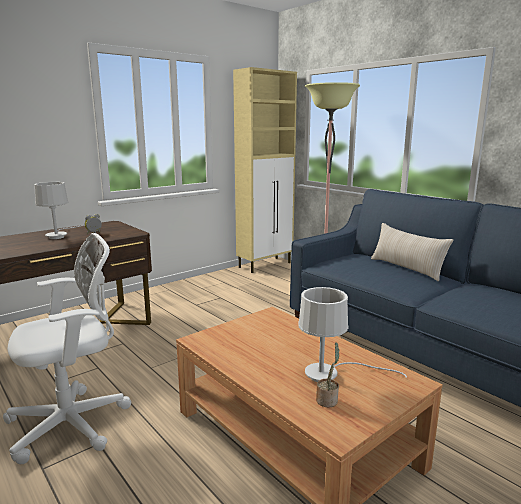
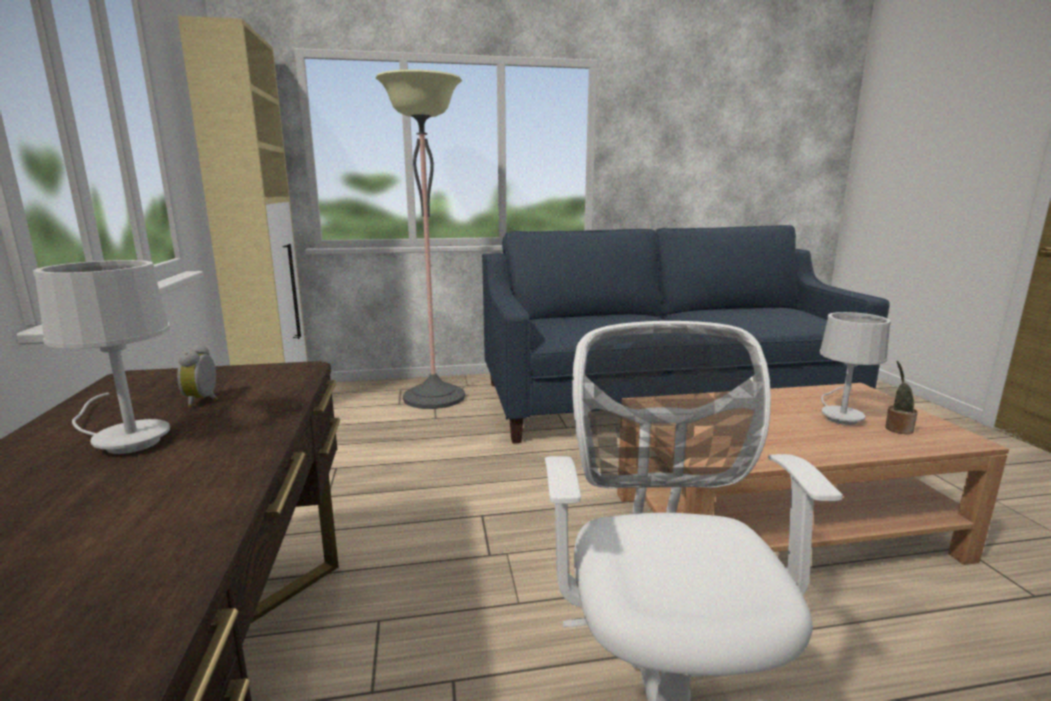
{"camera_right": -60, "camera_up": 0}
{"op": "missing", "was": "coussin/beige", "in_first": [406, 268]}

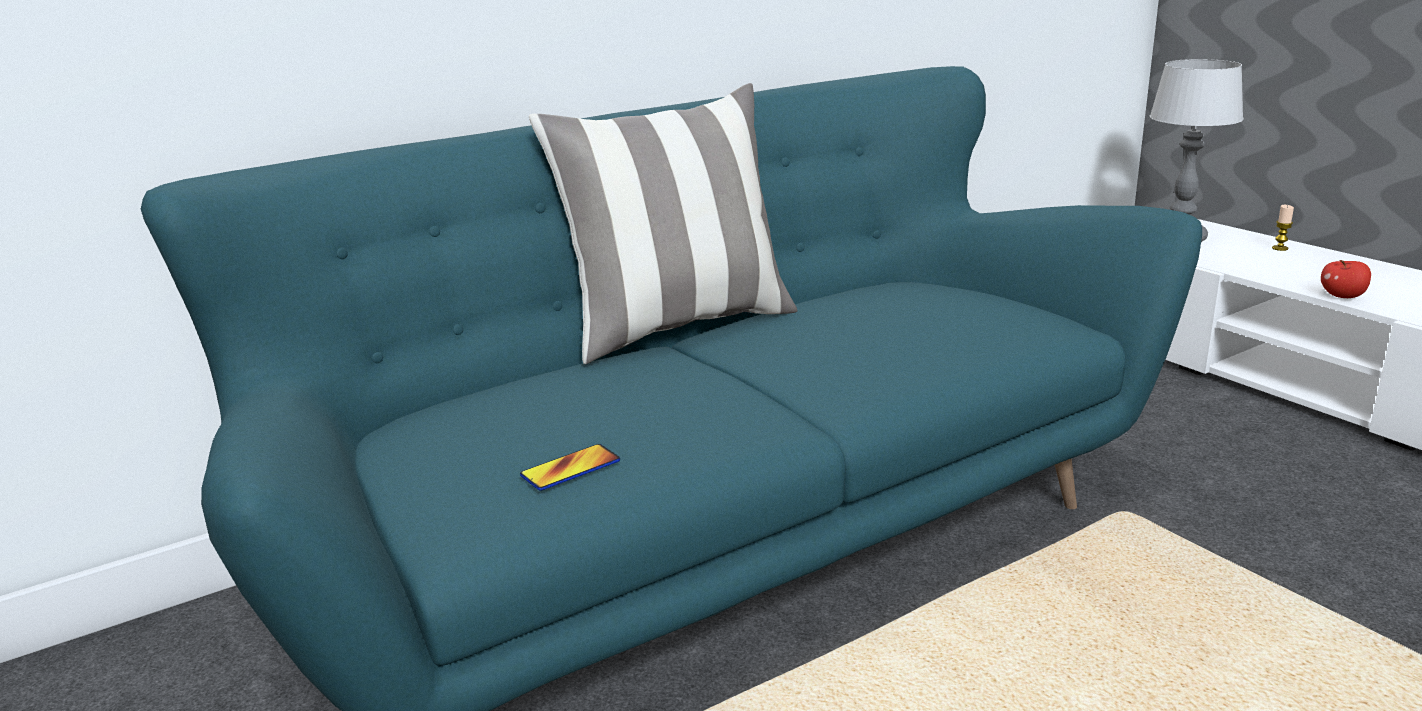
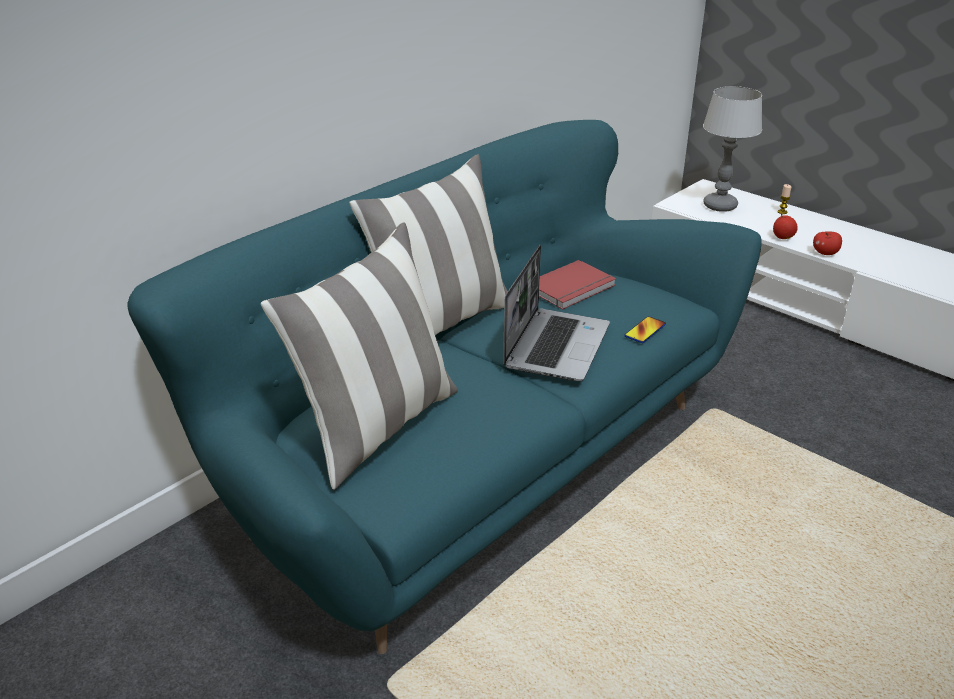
{"camera_right": -15, "camera_up": 10}
{"op": "relocated", "was": "téléphone", "in_first": [570, 469], "in_second": [645, 330]}
{"op": "appeared", "now": "pomme", "in_second": [782, 237]}
{"op": "appeared", "now": "coussin", "in_second": [376, 426]}
{"op": "appeared", "now": "ordinateur portable", "in_second": [556, 345]}
{"op": "appeared", "now": "livre/rouge", "in_second": [572, 288]}

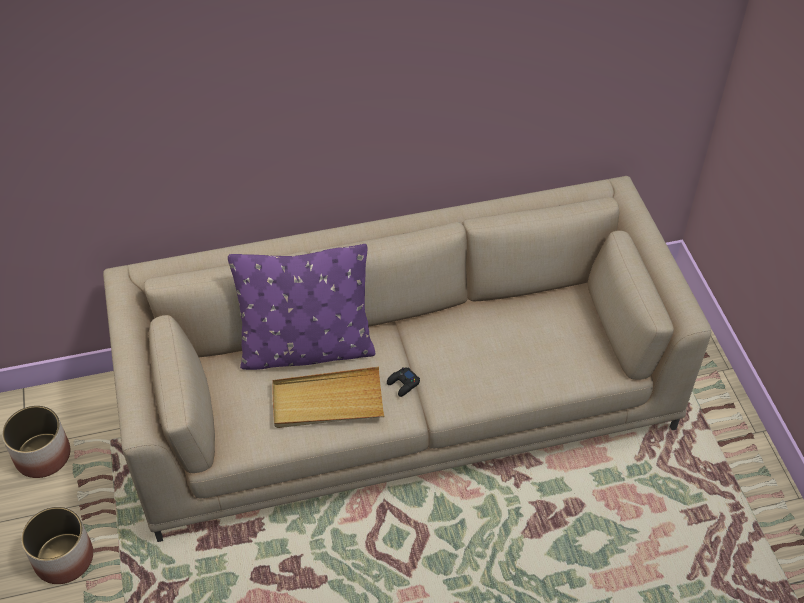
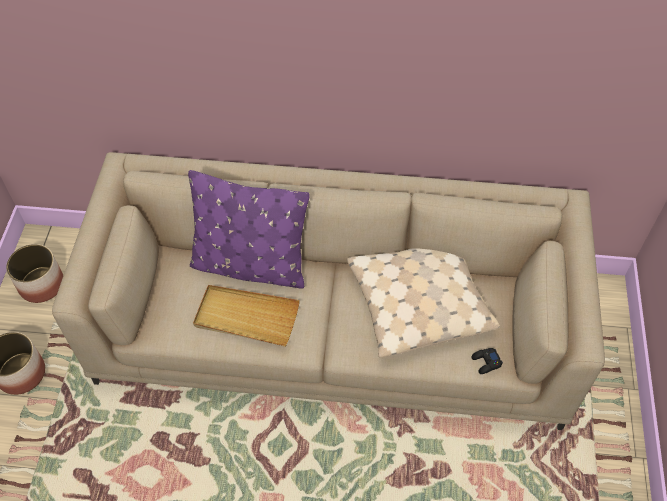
{"camera_right": 20, "camera_up": 5}
{"op": "relocated", "was": "manette/noir", "in_first": [403, 384], "in_second": [486, 362]}
{"op": "appeared", "now": "coussin/beige", "in_second": [418, 303]}

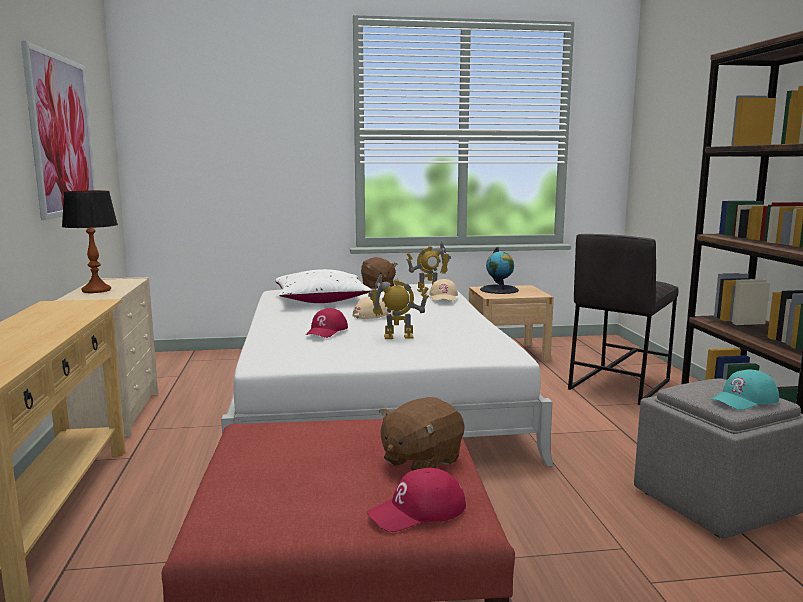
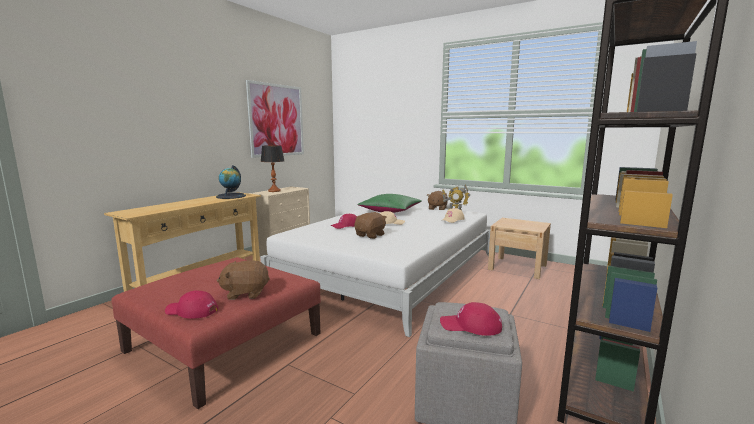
{"camera_right": 40, "camera_up": 0}
{"op": "missing", "was": "tabouret/gris", "in_first": [618, 385]}
{"op": "relocated", "was": "globe", "in_first": [499, 290], "in_second": [231, 196]}
{"op": "colour", "was": "coussin/blanc", "now": "coussin/vert", "in_first": [321, 300], "in_second": [390, 211]}
{"op": "exchanged", "was": "robot jouet", "now": "peluche/marron", "in_first": [398, 337], "in_second": [370, 235]}
{"op": "colour", "was": "casquette/turquoise", "now": "casquette/rouge", "in_first": [744, 400], "in_second": [470, 326]}

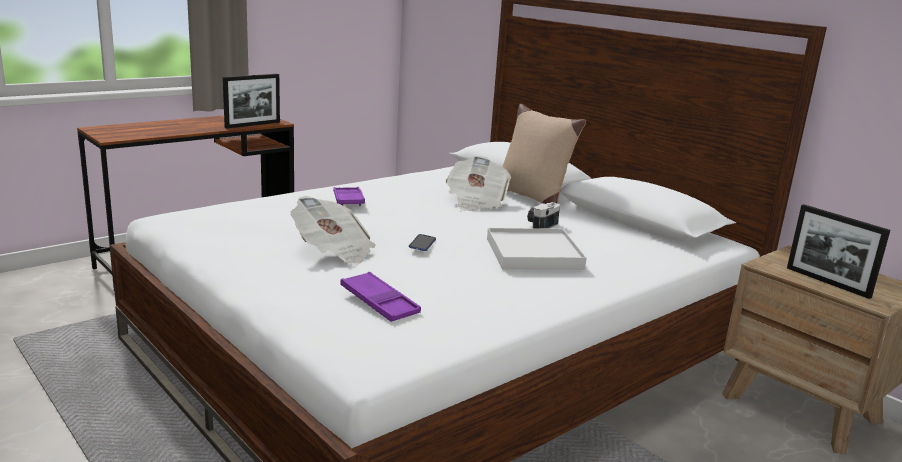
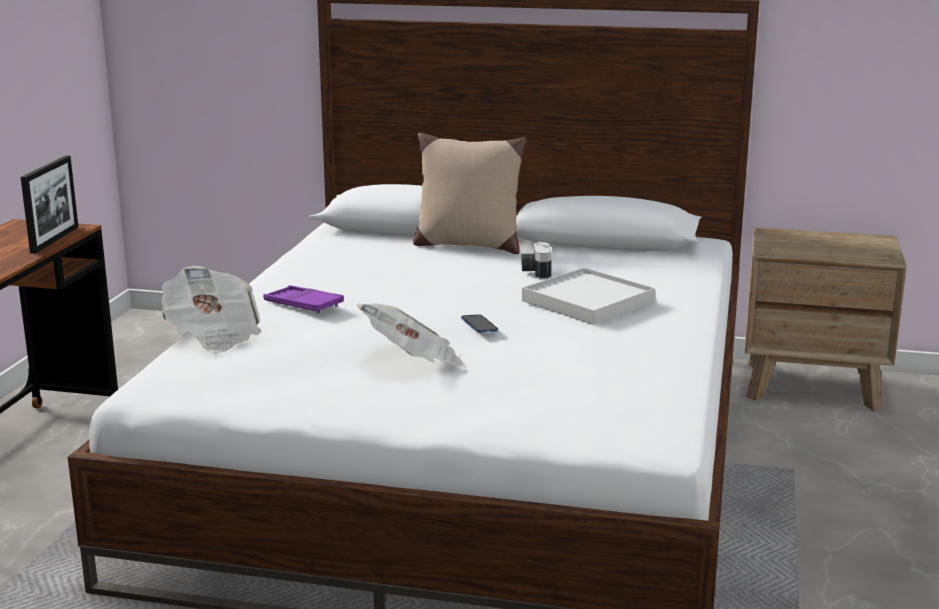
{"camera_right": -35, "camera_up": 0}
{"op": "relocated", "was": "journal", "in_first": [476, 201], "in_second": [213, 335]}
{"op": "missing", "was": "cadre photo", "in_first": [827, 282]}
{"op": "missing", "was": "plateau/violet", "in_first": [379, 302]}

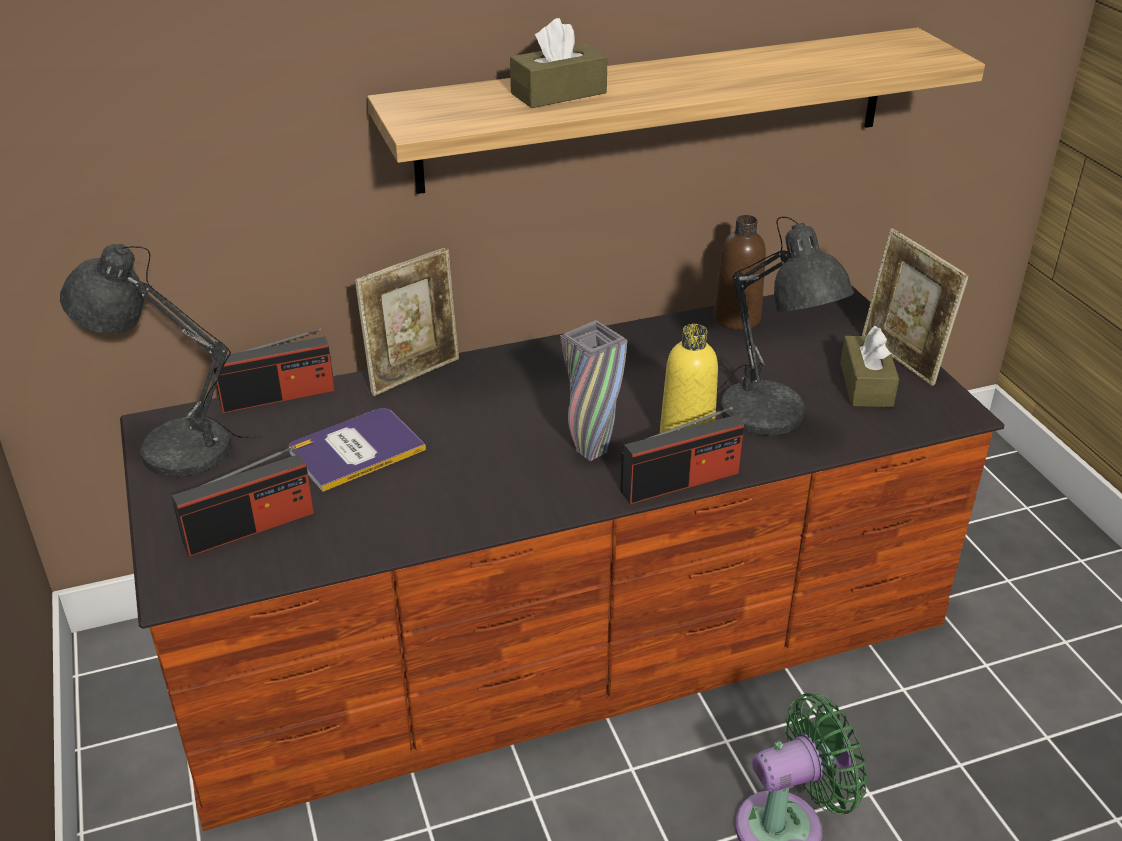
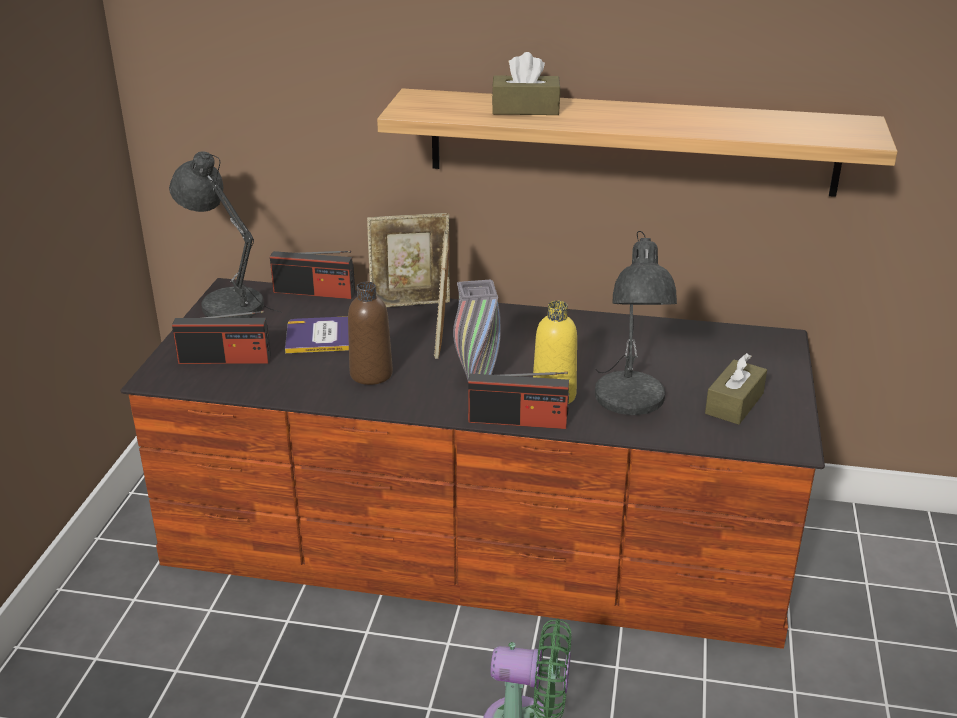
{"camera_right": 30, "camera_up": -5}
{"op": "relocated", "was": "bouteille/marron", "in_first": [736, 318], "in_second": [371, 374]}
{"op": "relocated", "was": "cadre photo", "in_first": [901, 359], "in_second": [442, 337]}

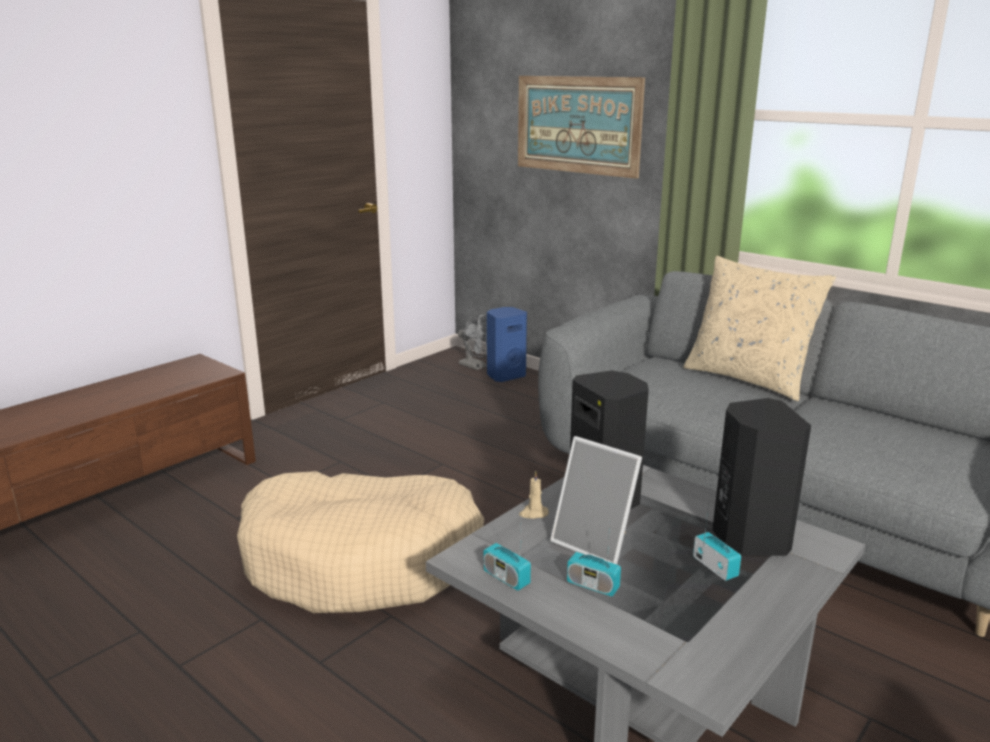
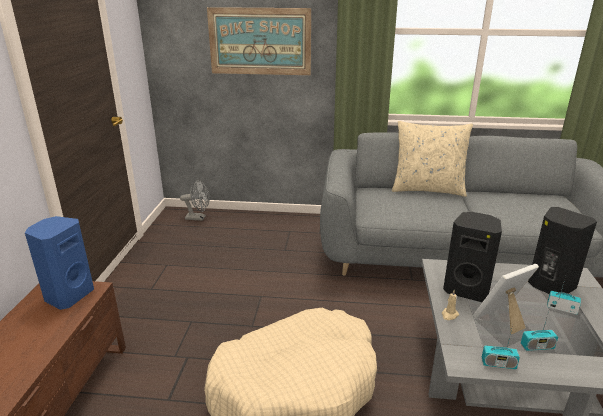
{"camera_right": -35, "camera_up": 5}
{"op": "relocated", "was": "enceinte/bleu", "in_first": [505, 376], "in_second": [68, 295]}
{"op": "spun", "was": "cadre photo", "in_first": [595, 543], "in_second": [501, 319], "clockwise": 150}

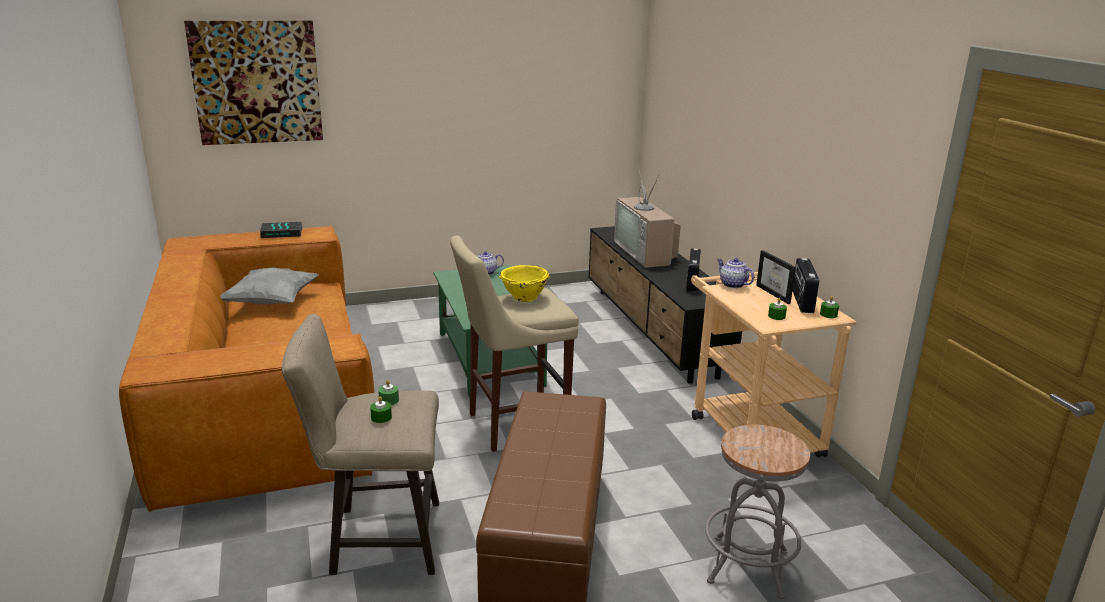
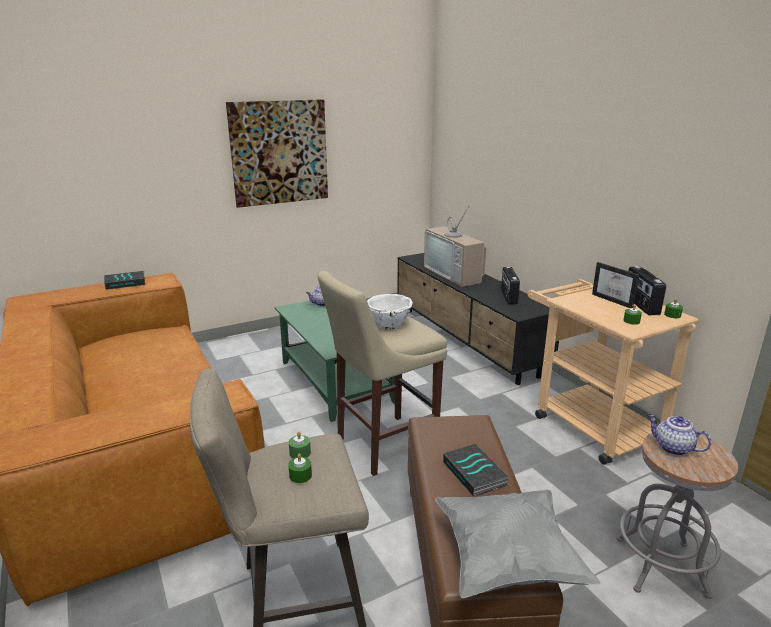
{"camera_right": -10, "camera_up": 0}
{"op": "relocated", "was": "tableau", "in_first": [257, 82], "in_second": [279, 153]}
{"op": "relocated", "was": "théière", "in_first": [732, 284], "in_second": [672, 447]}
{"op": "colour", "was": "bol/jaune", "now": "bol/blanc", "in_first": [524, 298], "in_second": [389, 325]}
{"op": "relocated", "was": "coussin/gris", "in_first": [272, 302], "in_second": [507, 561]}
{"op": "appeared", "now": "livre", "in_second": [476, 474]}

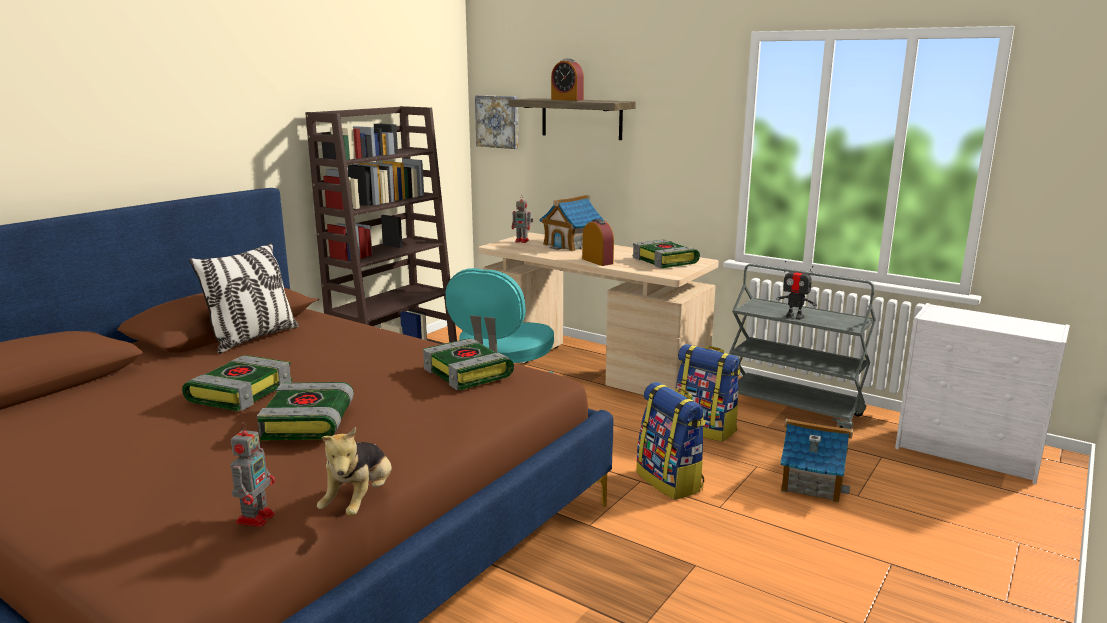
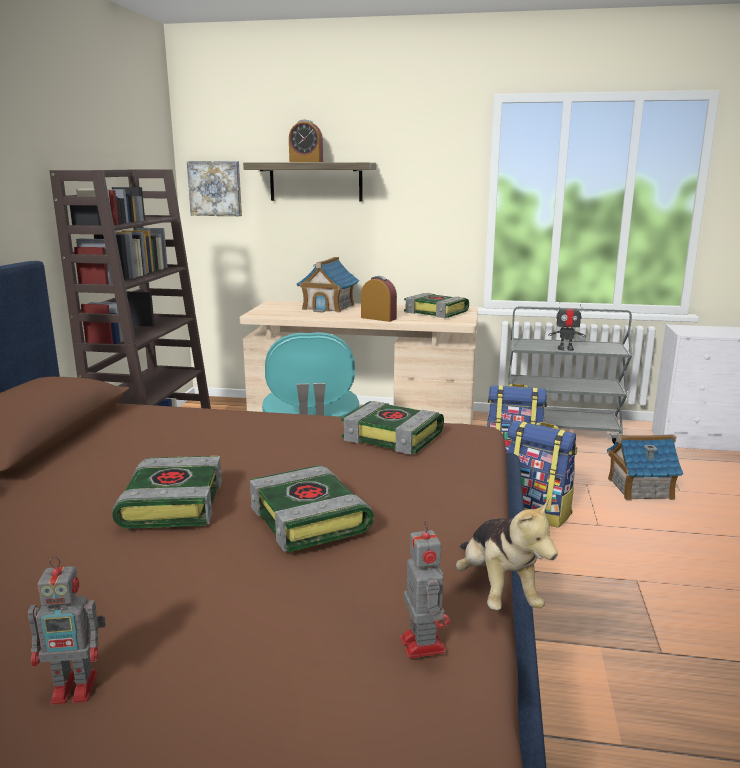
{"camera_right": -25, "camera_up": 0}
{"op": "relocated", "was": "robot jouet", "in_first": [522, 241], "in_second": [77, 687]}
{"op": "missing", "was": "coussin", "in_first": [253, 338]}

